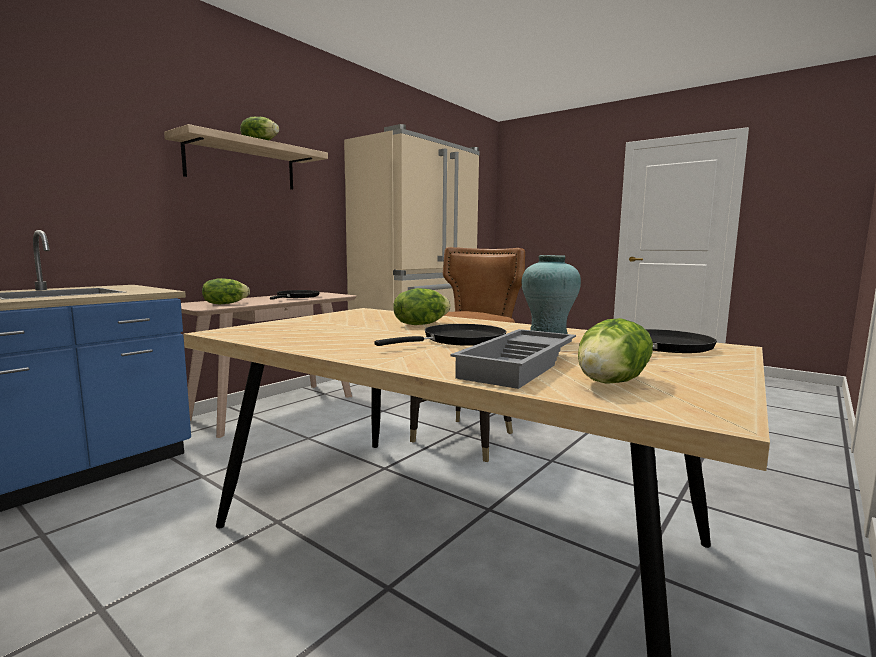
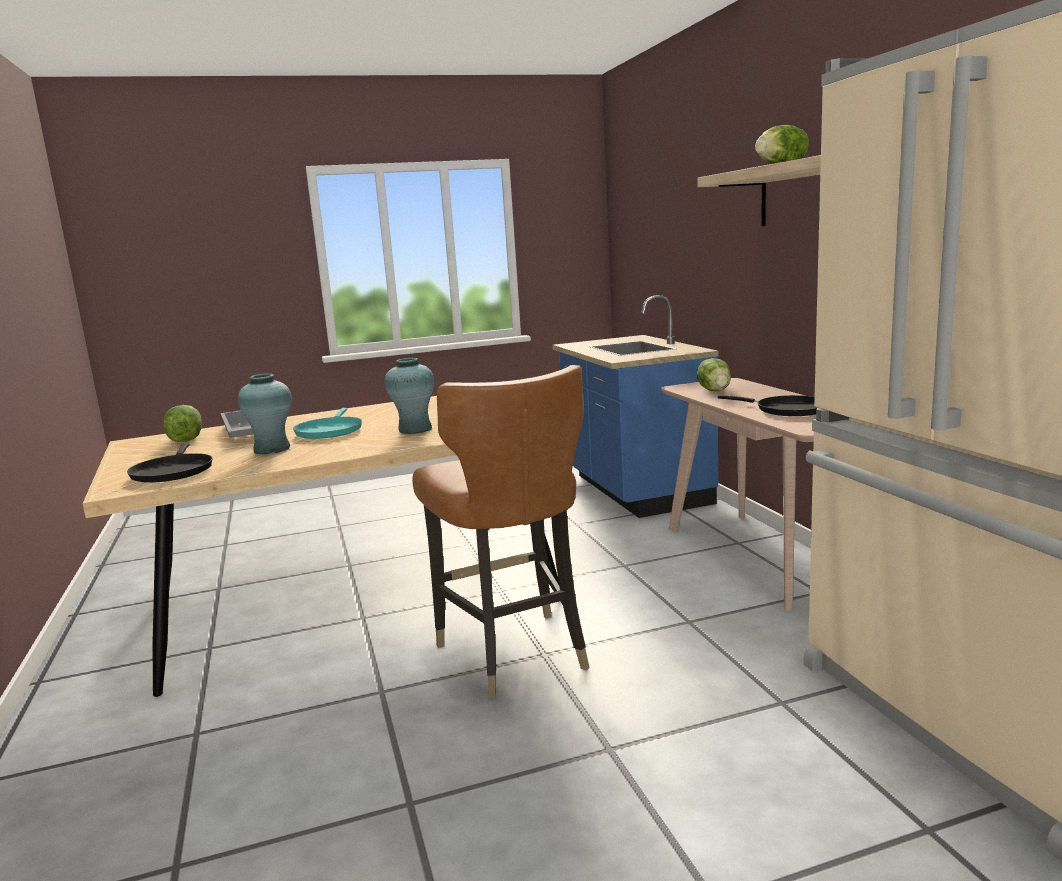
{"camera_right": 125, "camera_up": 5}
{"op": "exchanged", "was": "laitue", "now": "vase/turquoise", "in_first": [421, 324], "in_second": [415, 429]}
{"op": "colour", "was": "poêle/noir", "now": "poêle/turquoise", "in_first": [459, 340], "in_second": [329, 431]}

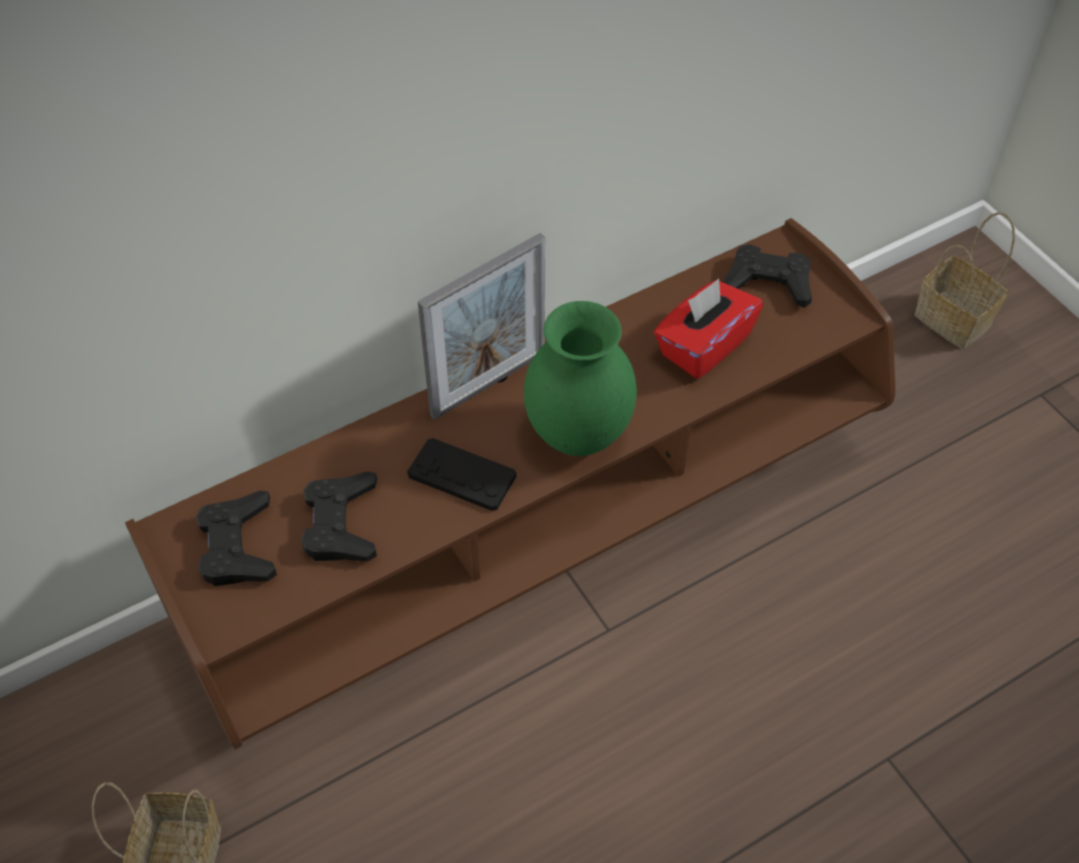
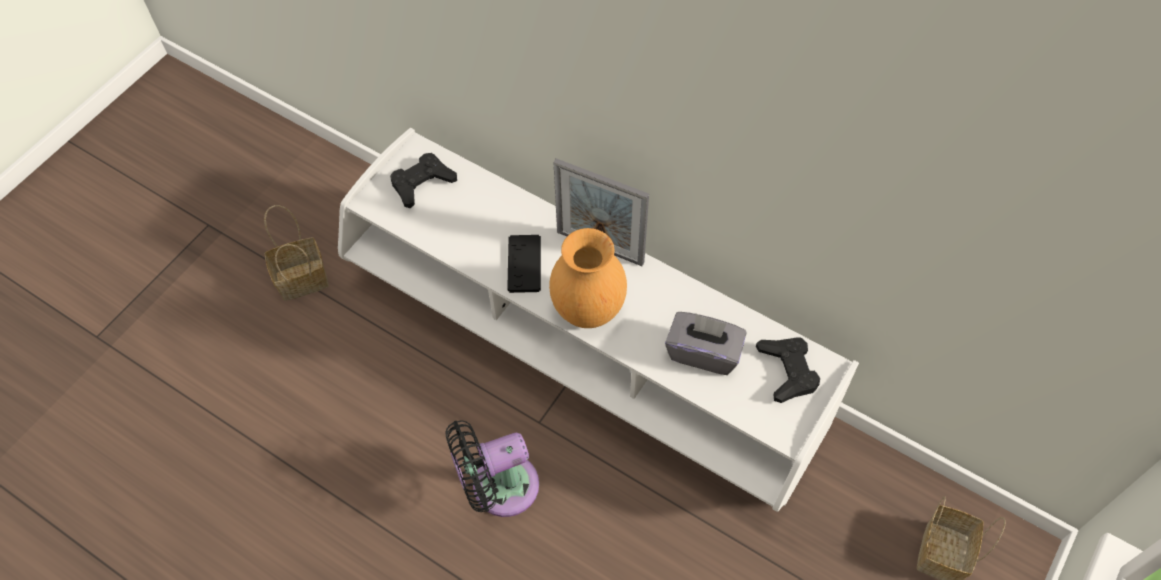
{"camera_right": 65, "camera_up": 5}
{"op": "colour", "was": "meuble télé/marron", "now": "meuble télé/blanc", "in_first": [540, 540], "in_second": [583, 357]}
{"op": "colour", "was": "boîte à mouchoirs/rouge", "now": "boîte à mouchoirs/gris", "in_first": [703, 346], "in_second": [703, 352]}
{"op": "colour", "was": "vase/vert", "now": "vase/marron", "in_first": [576, 435], "in_second": [587, 310]}
{"op": "missing", "was": "manette/noir", "in_first": [341, 524]}
{"op": "appeared", "now": "ventilateur/noir", "in_second": [498, 488]}

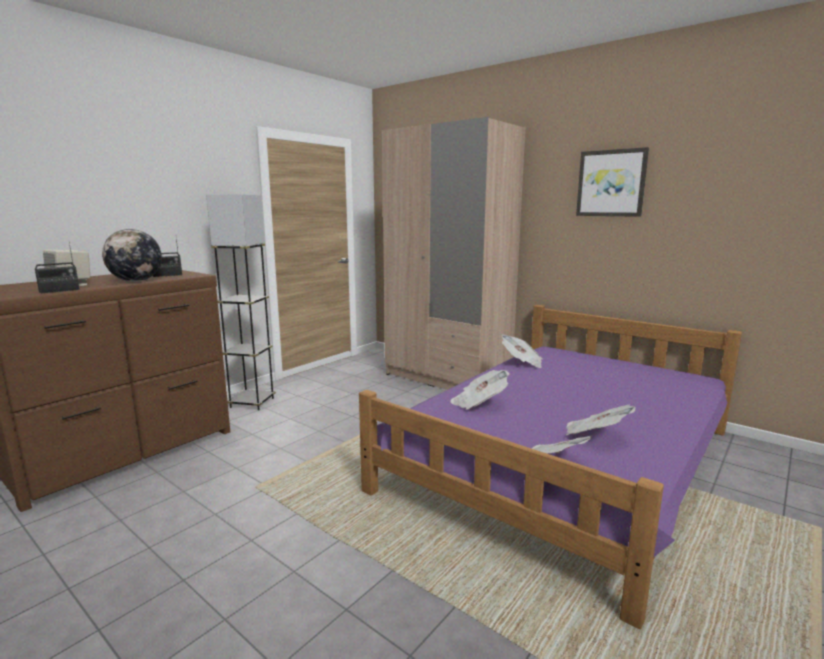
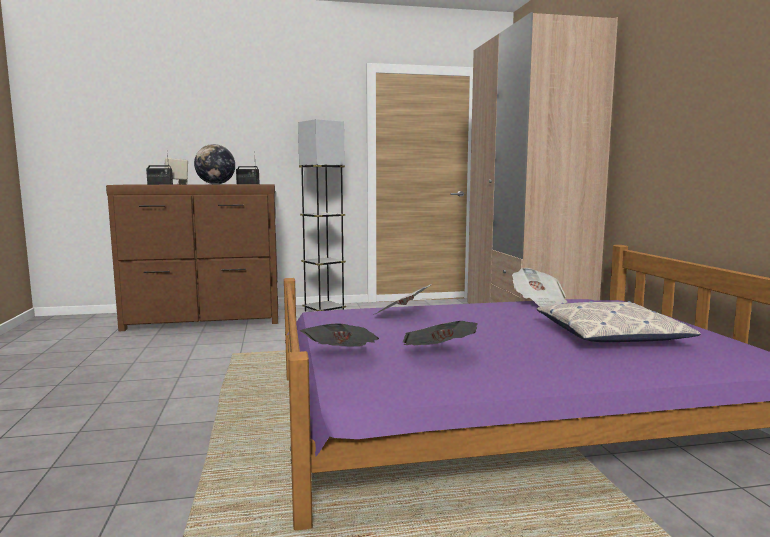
{"camera_right": 40, "camera_up": -5}
{"op": "missing", "was": "tableau", "in_first": [611, 183]}
{"op": "appeared", "now": "coussin", "in_second": [610, 335]}

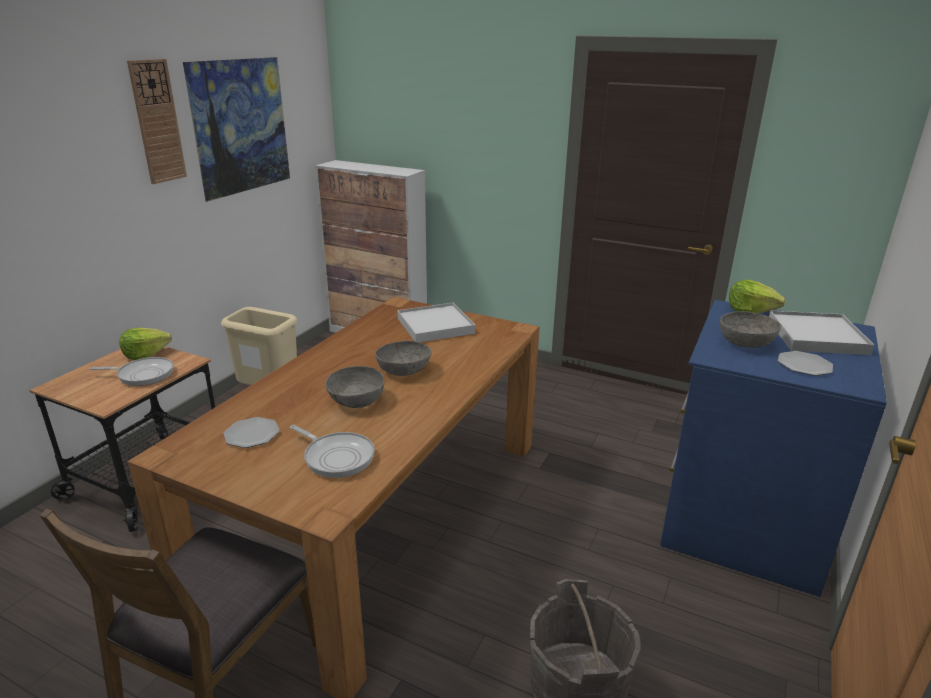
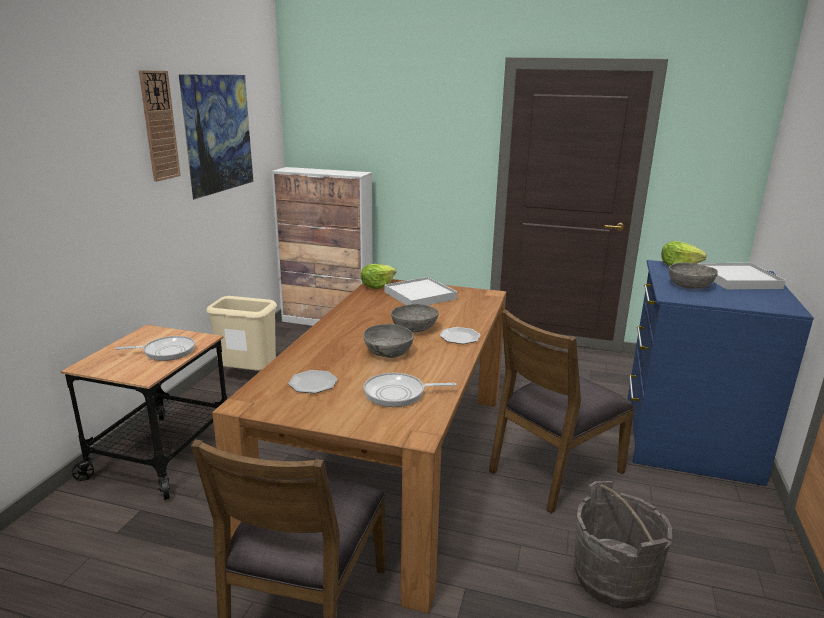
{"camera_right": -10, "camera_up": -5}
{"op": "relocated", "was": "laitue", "in_first": [145, 354], "in_second": [377, 285]}
{"op": "relocated", "was": "assiette", "in_first": [804, 365], "in_second": [460, 337]}
{"op": "spun", "was": "poêle", "in_first": [336, 457], "in_second": [398, 394], "clockwise": 150}
{"op": "appeared", "now": "chaise/marron", "in_second": [554, 470]}

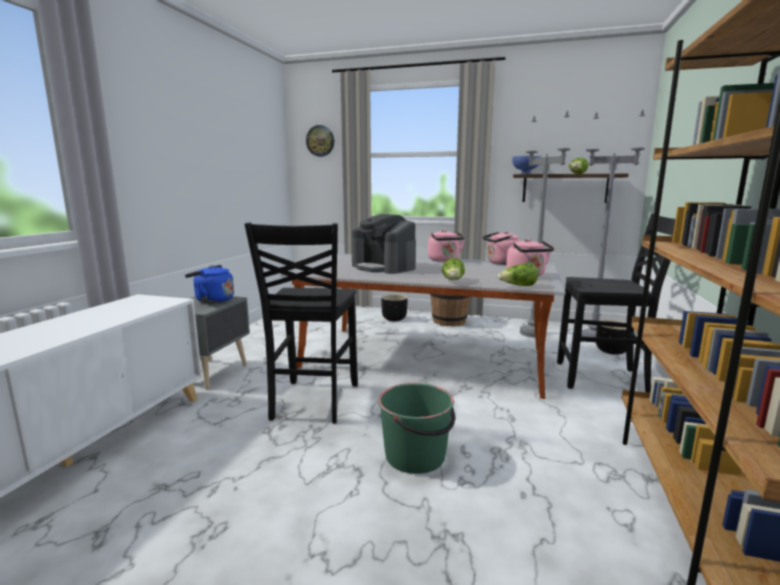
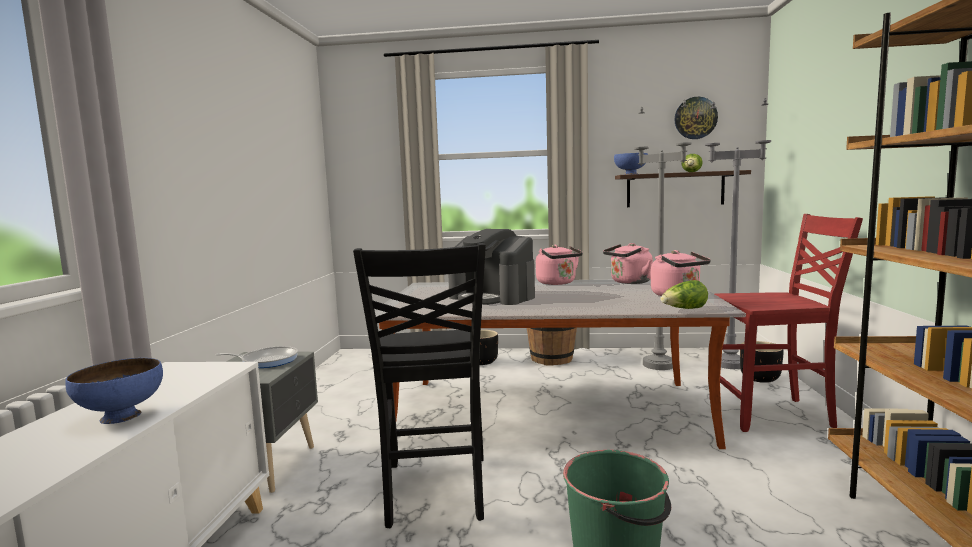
{"camera_right": -10, "camera_up": -5}
{"op": "relocated", "was": "horloge murale", "in_first": [320, 141], "in_second": [695, 118]}
{"op": "colour", "was": "chaise/noir", "now": "chaise/rouge", "in_first": [603, 378], "in_second": [773, 414]}
{"op": "missing", "was": "laitue", "in_first": [453, 281]}
{"op": "exchanged", "was": "bouilloire/bleu", "now": "poêle", "in_first": [212, 300], "in_second": [267, 361]}
{"op": "appeared", "now": "bol/bleu", "in_second": [122, 416]}

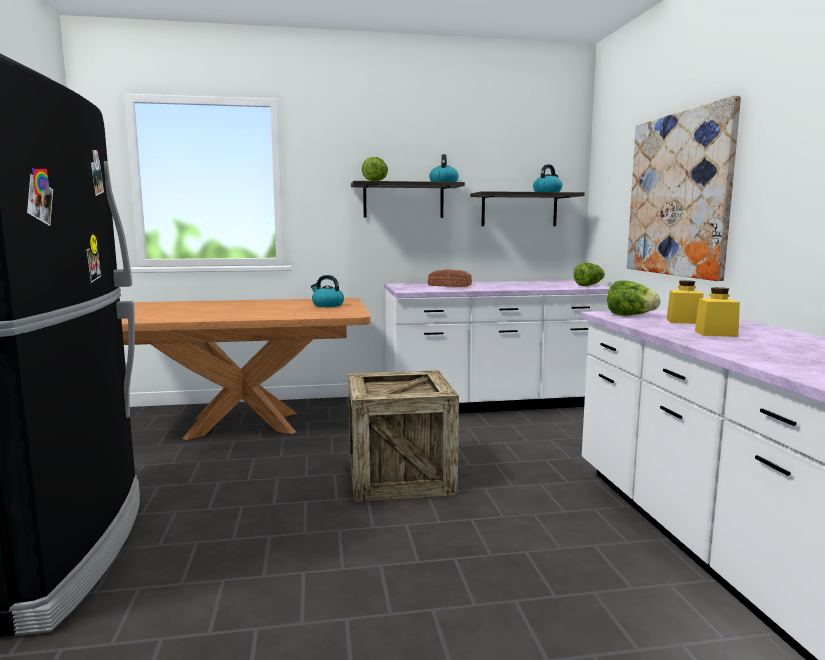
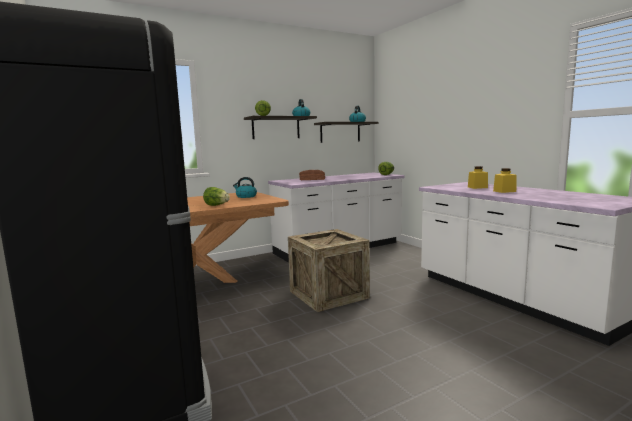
{"camera_right": -20, "camera_up": 0}
{"op": "missing", "was": "tableau", "in_first": [678, 195]}
{"op": "relocated", "was": "laitue", "in_first": [630, 316], "in_second": [217, 205]}

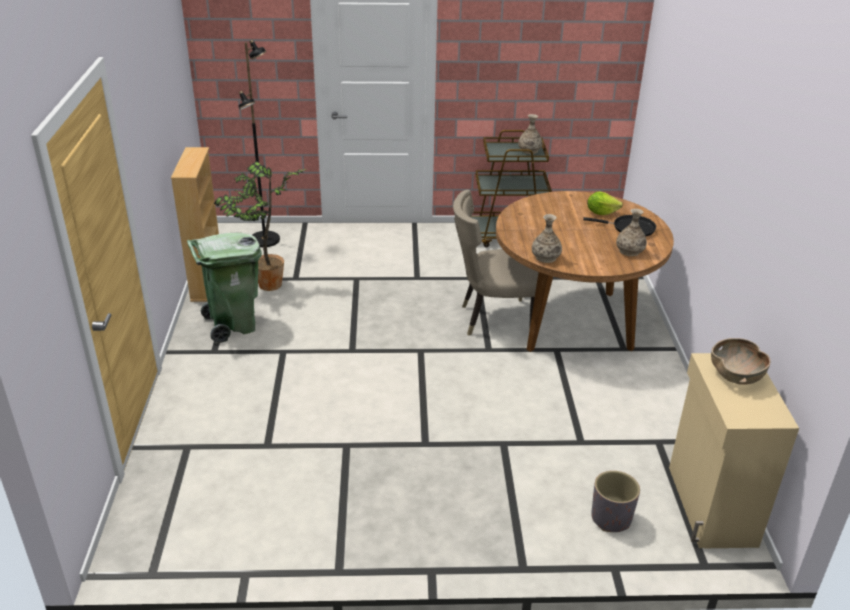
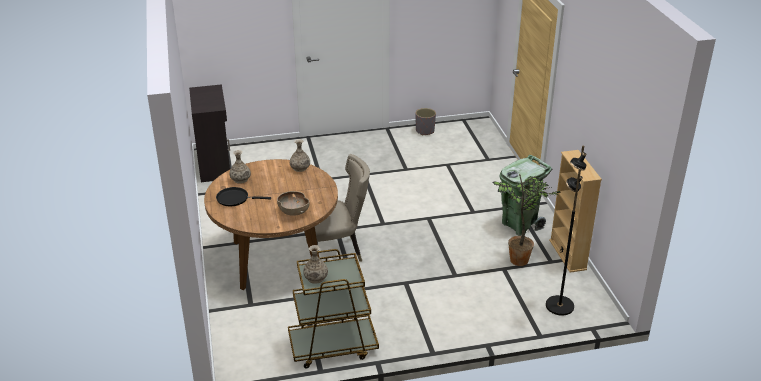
{"camera_right": 170, "camera_up": 0}
{"op": "missing", "was": "laitue", "in_first": [601, 212]}
{"op": "relocated", "was": "bol/marron", "in_first": [736, 375], "in_second": [293, 212]}
{"op": "colour", "was": "meuble de rangement/beige", "now": "meuble de rangement/noir", "in_first": [710, 506], "in_second": [215, 165]}
{"op": "relocated", "was": "cache-pot/gris", "in_first": [610, 518], "in_second": [425, 131]}

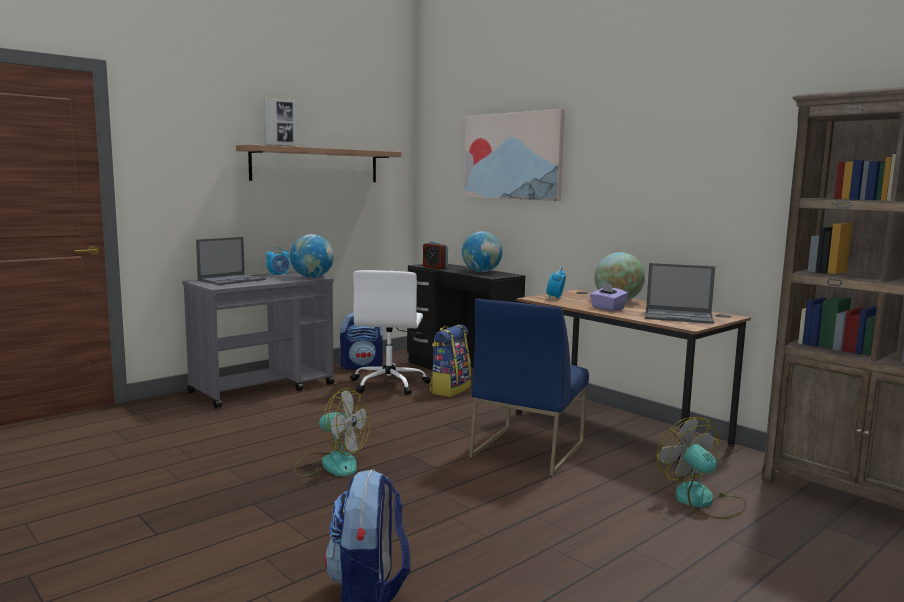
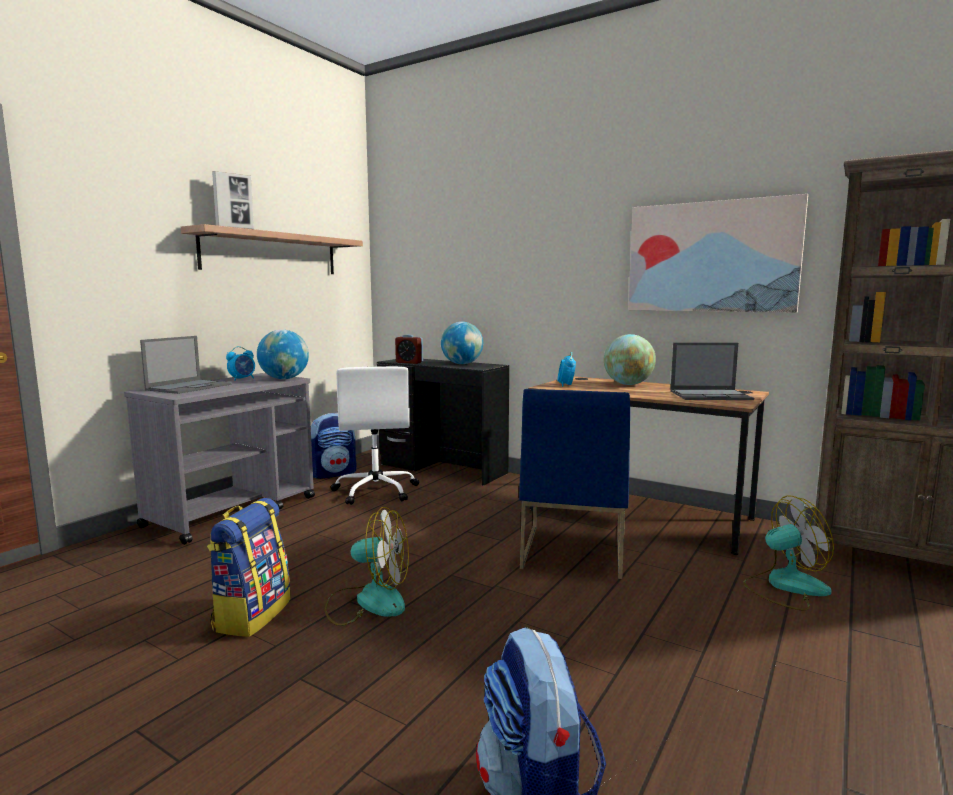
{"camera_right": -15, "camera_up": 0}
{"op": "relocated", "was": "tableau", "in_first": [513, 156], "in_second": [711, 257]}
{"op": "missing", "was": "boîte à mouchoirs/violet", "in_first": [607, 308]}
{"op": "relocated", "was": "sac à dos", "in_first": [449, 389], "in_second": [251, 614]}
{"op": "spun", "was": "ventilateur", "in_first": [702, 501], "in_second": [785, 586], "clockwise": 120}

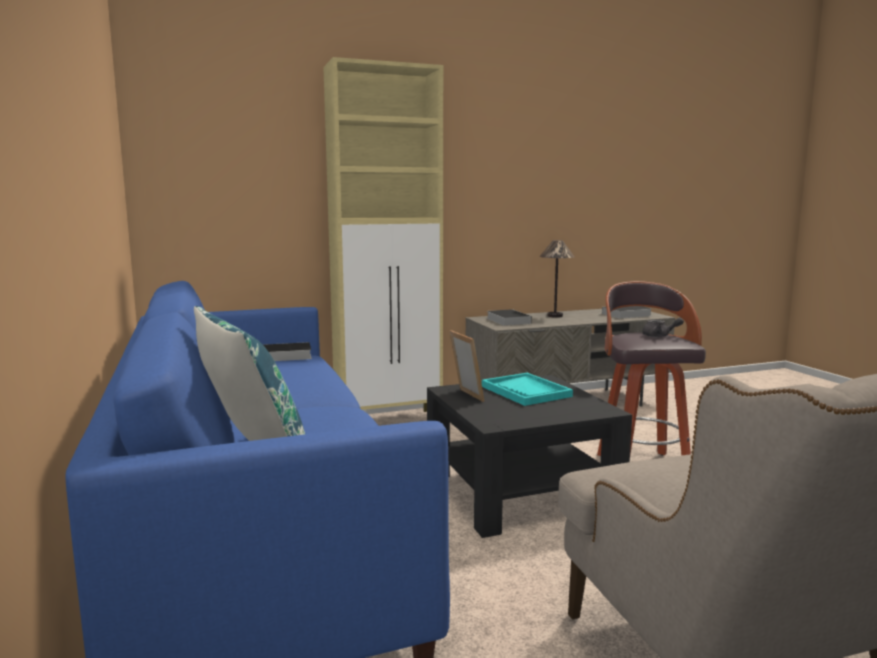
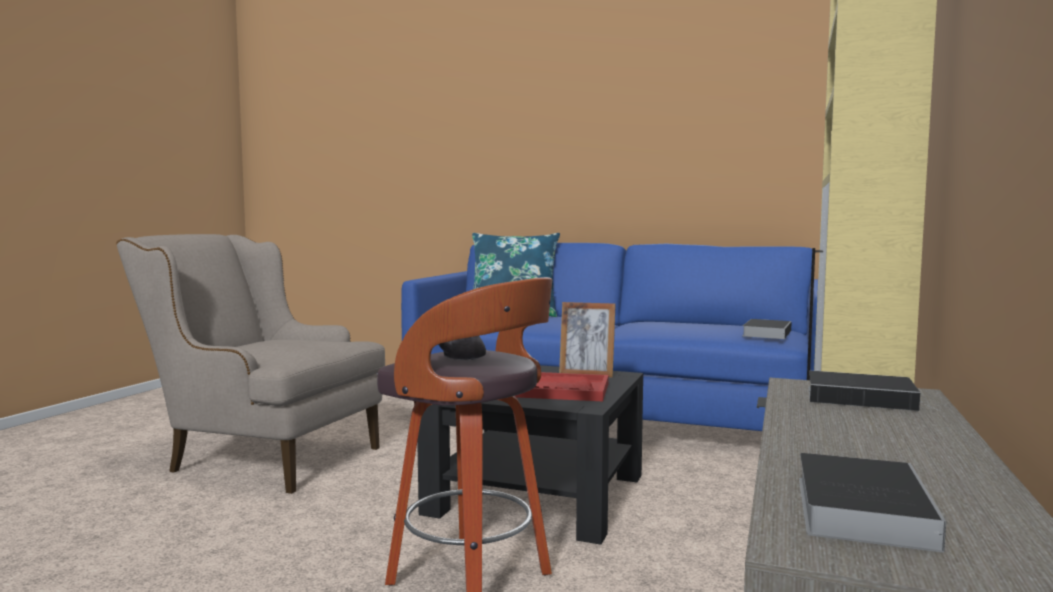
{"camera_right": 130, "camera_up": -5}
{"op": "missing", "was": "lampe de table", "in_first": [554, 316]}
{"op": "colour", "was": "plateau/turquoise", "now": "plateau/rouge", "in_first": [526, 391], "in_second": [558, 390]}

